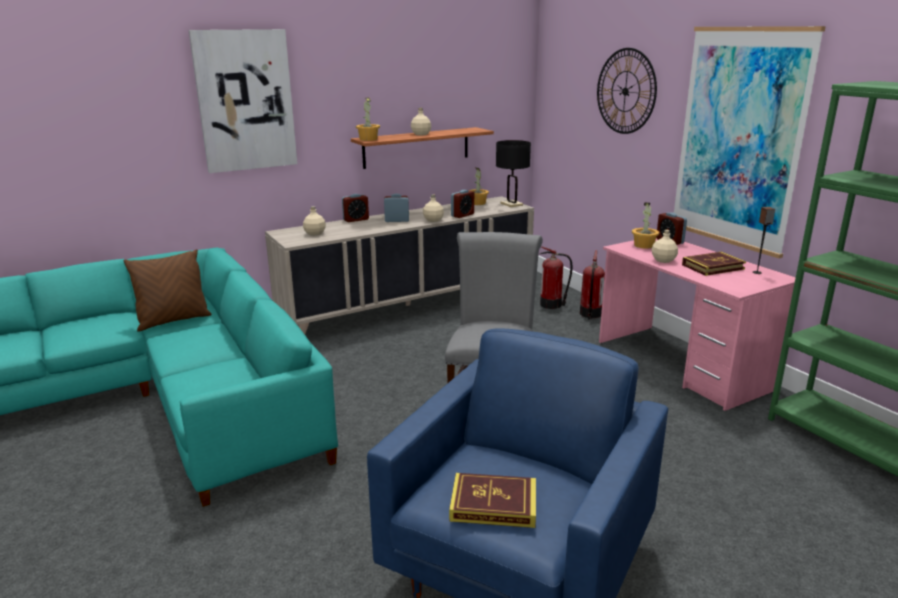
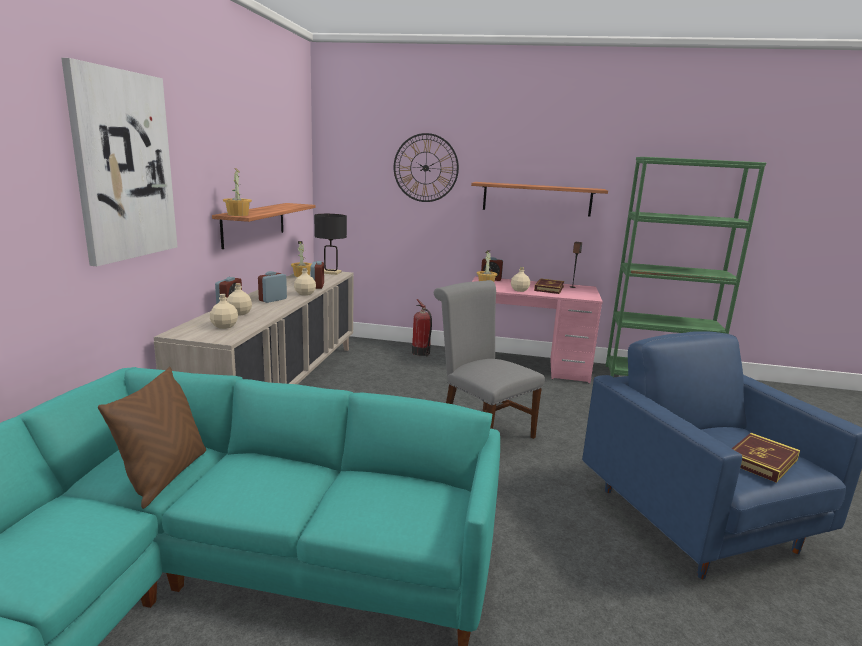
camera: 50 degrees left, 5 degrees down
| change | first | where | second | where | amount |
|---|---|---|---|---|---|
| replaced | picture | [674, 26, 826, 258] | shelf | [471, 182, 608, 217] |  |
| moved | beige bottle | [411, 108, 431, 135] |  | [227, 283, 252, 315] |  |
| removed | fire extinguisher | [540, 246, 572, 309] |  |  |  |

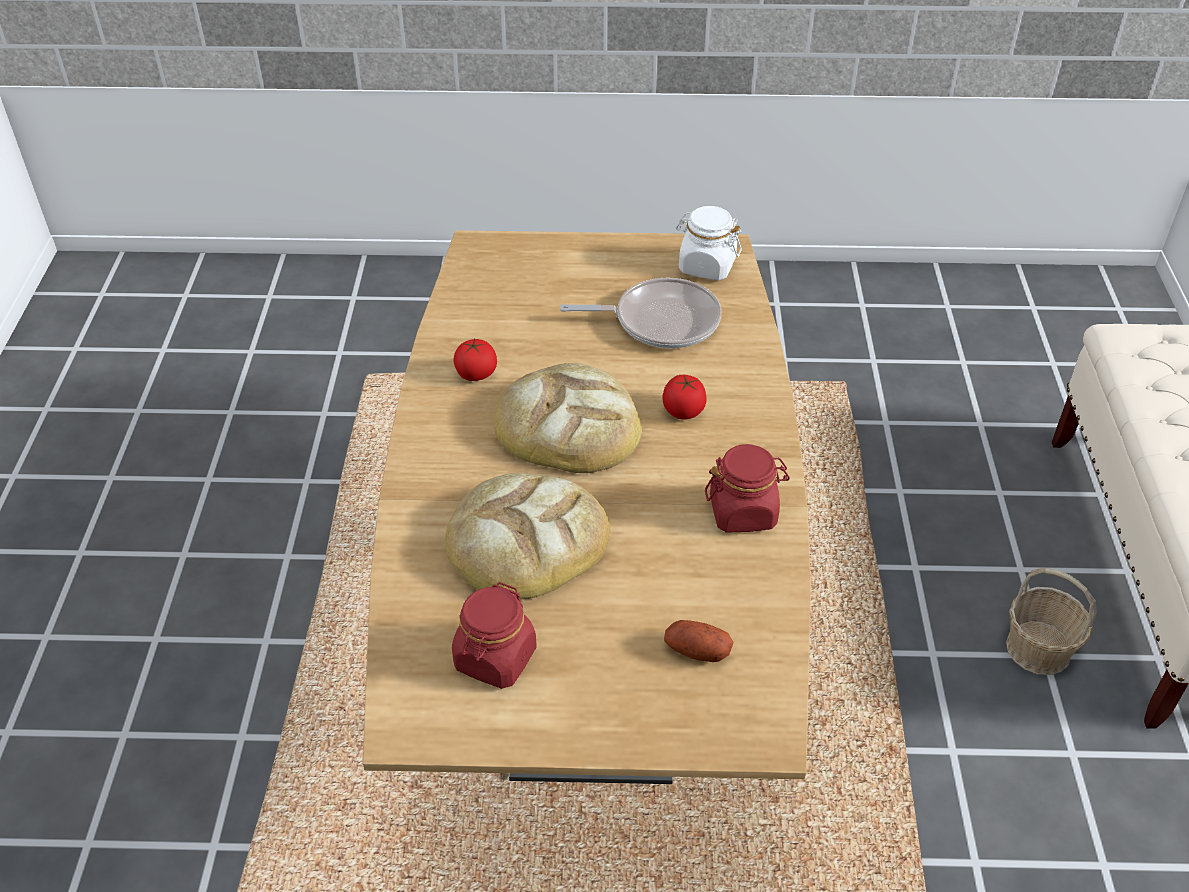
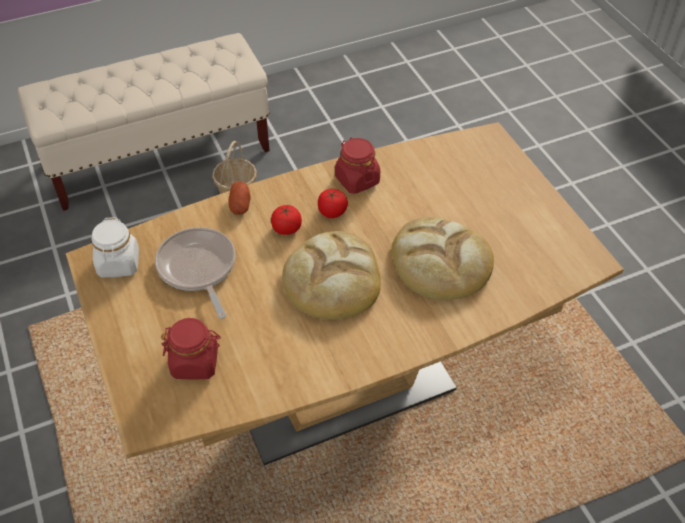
camera: 115 degrees left, 5 degrees up
| change | first | where | second | where | amount |
|---|---|---|---|---|---|
| moved | tomato | [454, 338, 497, 381] |  | [318, 189, 348, 218] |  |
| moved | red jar | [452, 582, 537, 689] |  | [161, 318, 221, 380] |  |
| moved | potato | [664, 620, 733, 662] |  | [228, 182, 251, 215] |  |

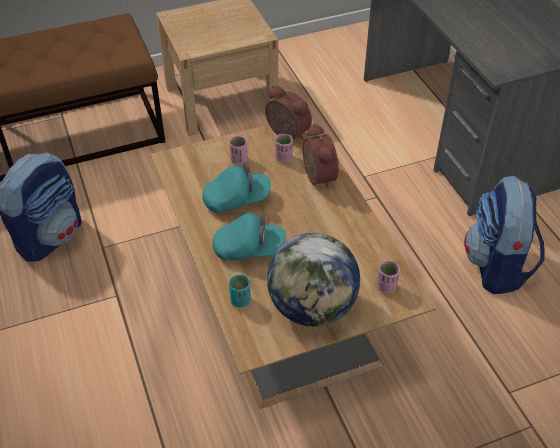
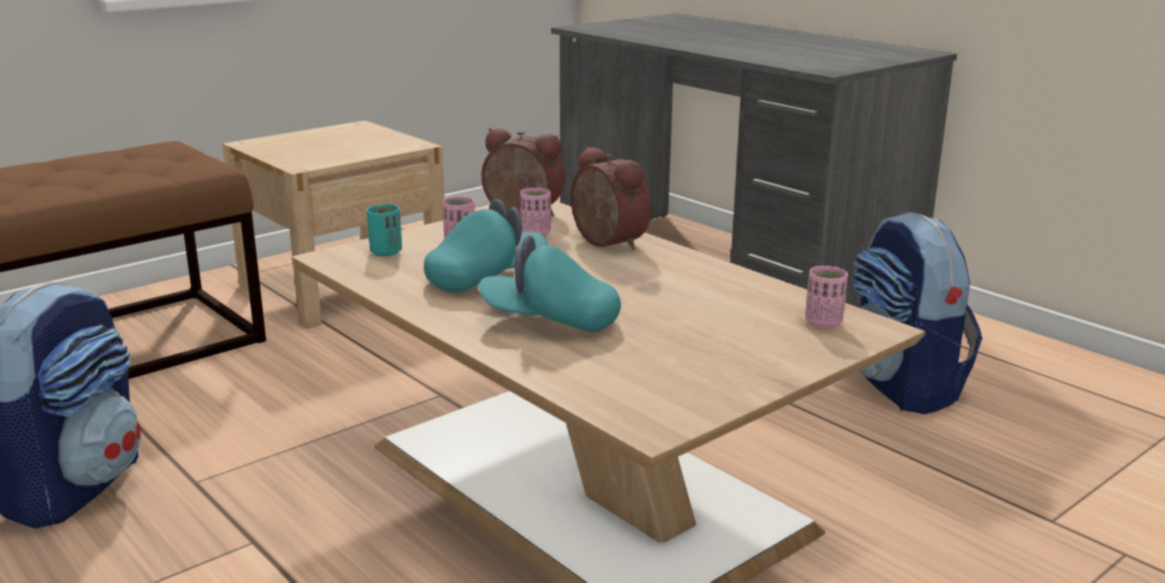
camera: 20 degrees left, 25 degrees down
| change | first | where | second | where | amount |
|---|---|---|---|---|---|
| turned | turquoise cap | [212, 211, 286, 261] |  | [479, 235, 621, 332] | 150 degrees counterclockwise |
| removed | globe | [267, 233, 360, 327] |  |  |  |
| moved | turquoise cup | [229, 274, 251, 308] |  | [367, 204, 402, 256] |  |

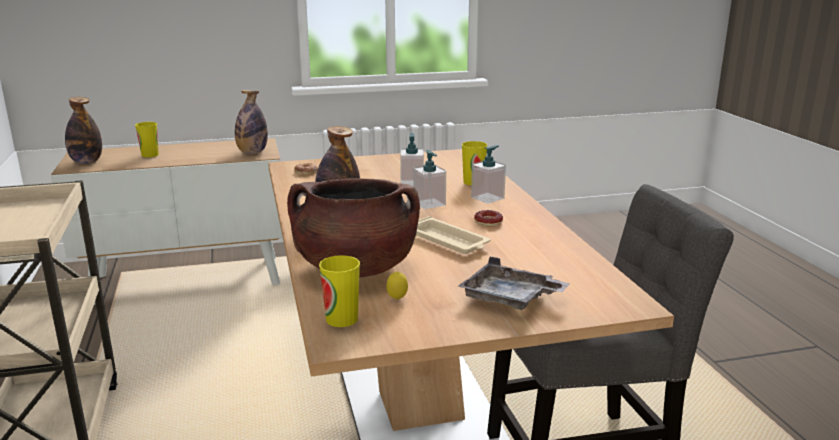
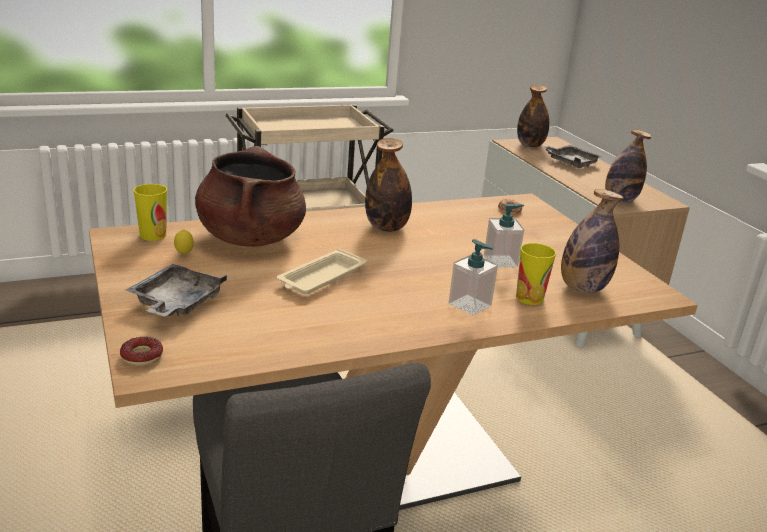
camera: 80 degrees right, 5 degrees up
| change | first | where | second | where | amount |
|---|---|---|---|---|---|
| replaced | cup | [135, 122, 159, 157] | grey tray | [541, 145, 602, 168] |  |
| removed | soap dispenser | [413, 150, 446, 209] |  |  |  |
| moved | donut | [474, 210, 503, 227] |  | [120, 337, 163, 366] |  |
| added |  |  | bottle | [561, 189, 624, 293] |  |

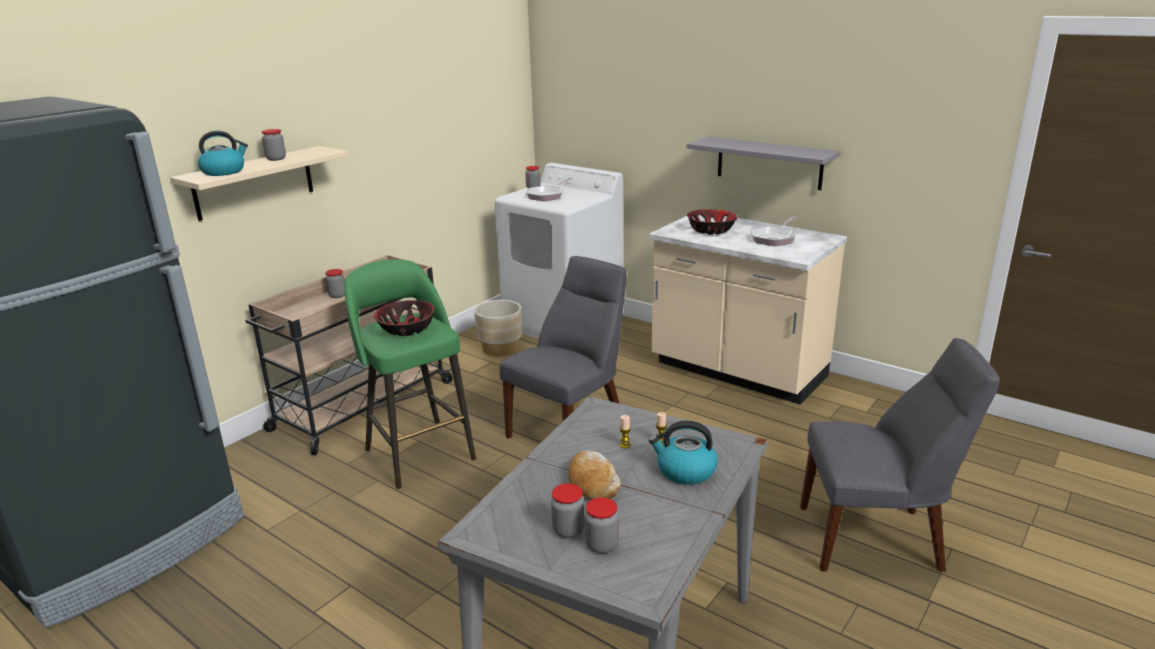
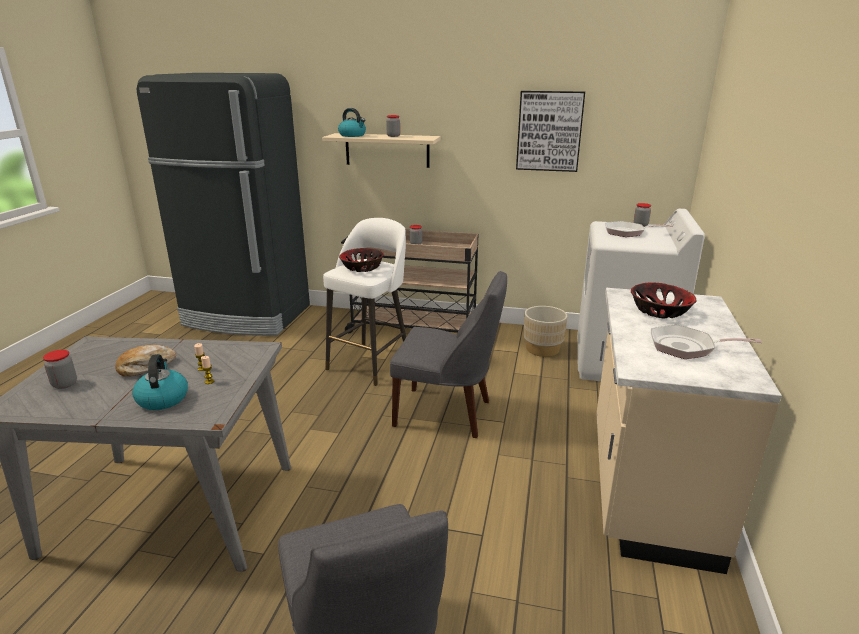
camera: 65 degrees right, 0 degrees up
| change | first | where | second | where | amount |
|---|---|---|---|---|---|
| removed | grey shelf | [687, 137, 841, 190] |  |  |  |
| recoloured | green stool | [344, 259, 476, 489] | white stool | [323, 218, 406, 386] |  |
| removed | jar | [551, 484, 585, 538] |  |  |  |
| added |  |  | picture | [516, 91, 585, 172] |  |

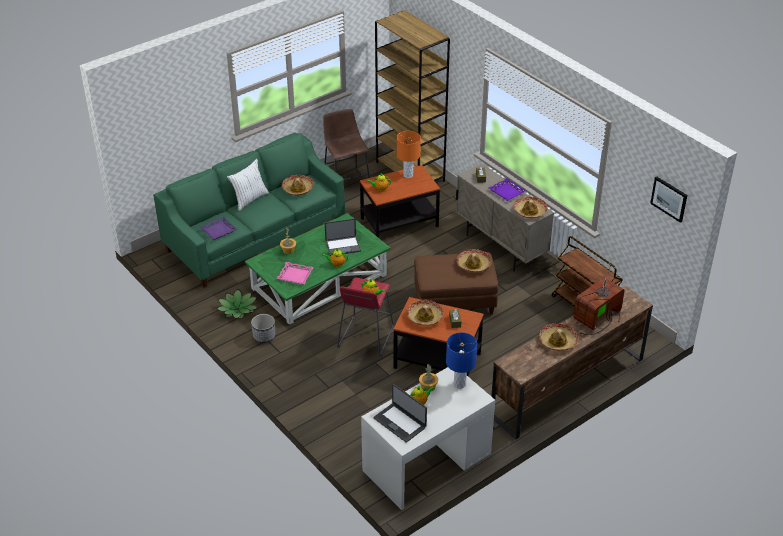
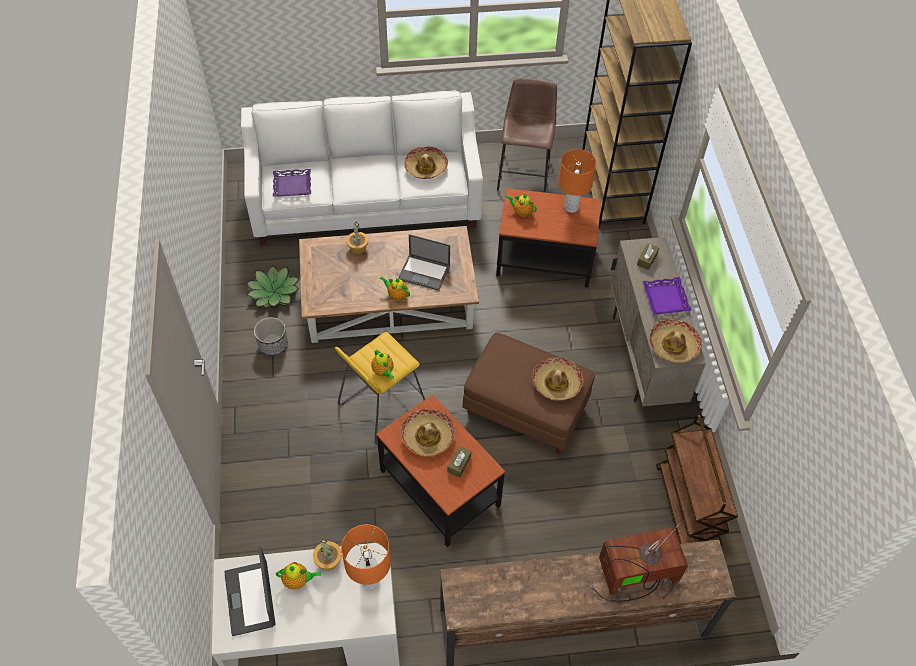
camera: 30 degrees right, 15 degrees up
| change | first | where | second | where | amount |
|---|---|---|---|---|---|
| recoloured | green sofa | [153, 133, 345, 288] | white sofa | [241, 91, 483, 245] |  |
| removed | white pillow | [227, 159, 269, 211] |  |  |  |
| removed | picture | [650, 176, 687, 223] |  |  |  |
| recoloured | green coffee table | [245, 213, 390, 325] | brown coffee table | [299, 226, 479, 343] |  |
| removed | pink tray | [276, 262, 314, 284] |  |  |  |
| recoloured | red stool | [337, 277, 393, 357] | yellow stool | [335, 332, 425, 445] |  |
| removed | hat | [539, 323, 578, 351] |  |  |  |
| recoloured | blue table lamp | [446, 332, 477, 389] | orange table lamp | [341, 524, 391, 589] |  |

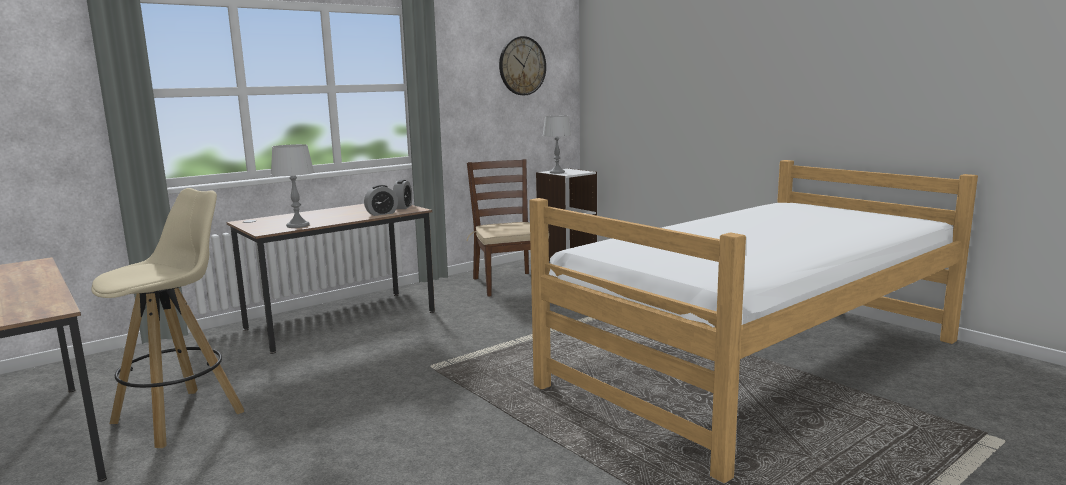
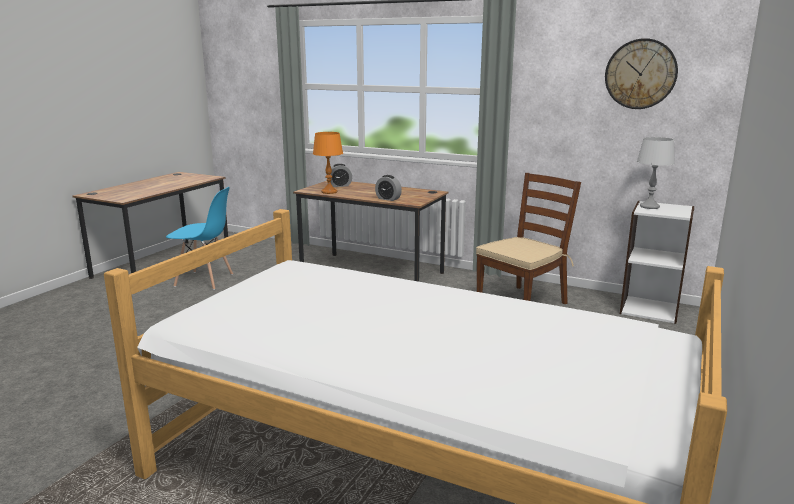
camera: 65 degrees right, 5 degrees up
| change | first | where | second | where | amount |
|---|---|---|---|---|---|
| recoloured | grey table lamp | [271, 144, 314, 228] | orange table lamp | [313, 132, 343, 194] |  |
| moved | alarm clock | [393, 180, 412, 209] |  | [330, 164, 352, 187] |  |
| replaced | beige stool | [91, 188, 244, 448] | blue chair | [166, 187, 233, 290] |  |

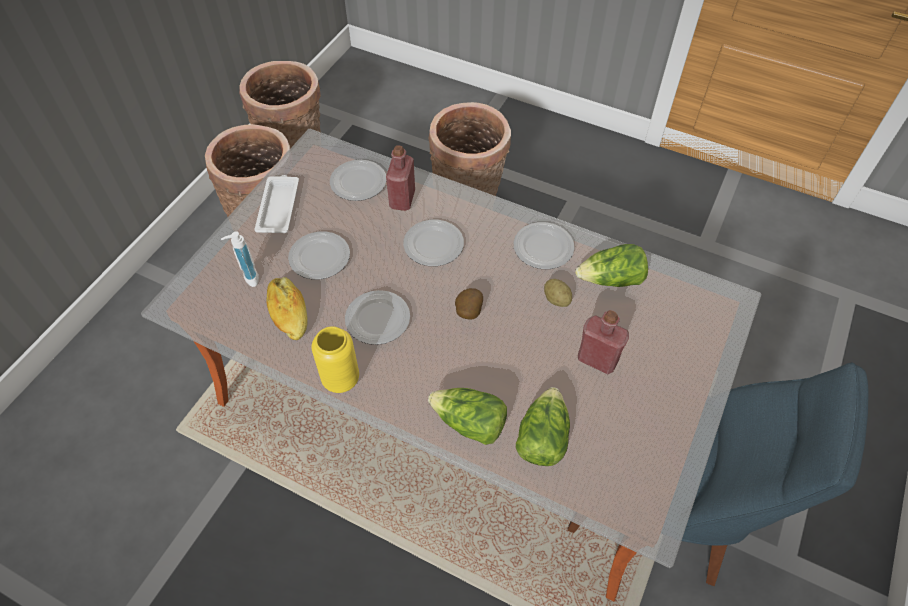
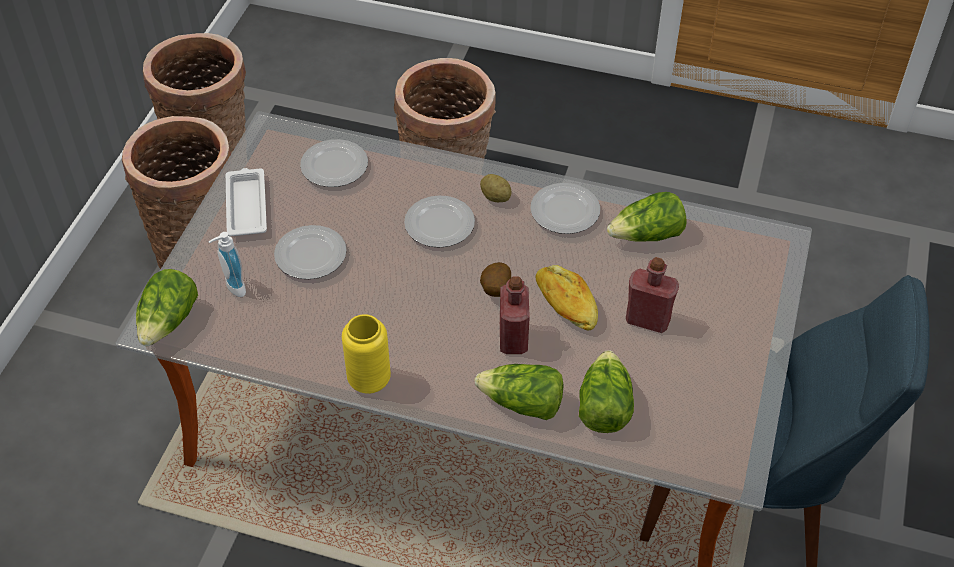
camera: 10 degrees left, 5 degrees down
| change | first | where | second | where | amount |
|---|---|---|---|---|---|
| moved | red bottle | [386, 145, 415, 211] |  | [500, 276, 530, 354] |  |
| moved | bread | [266, 277, 308, 340] |  | [536, 265, 598, 330] |  |
| moved | potato | [544, 279, 572, 307] |  | [480, 174, 512, 202] |  |
| removed | plate | [345, 290, 410, 345] |  |  |  |
| added |  |  | lettuce | [136, 269, 198, 346] |  |

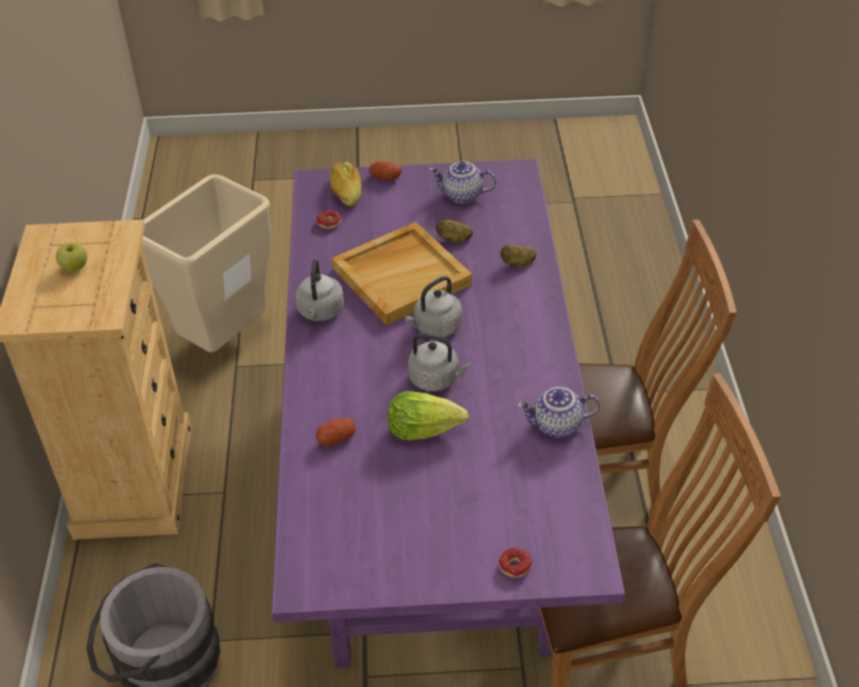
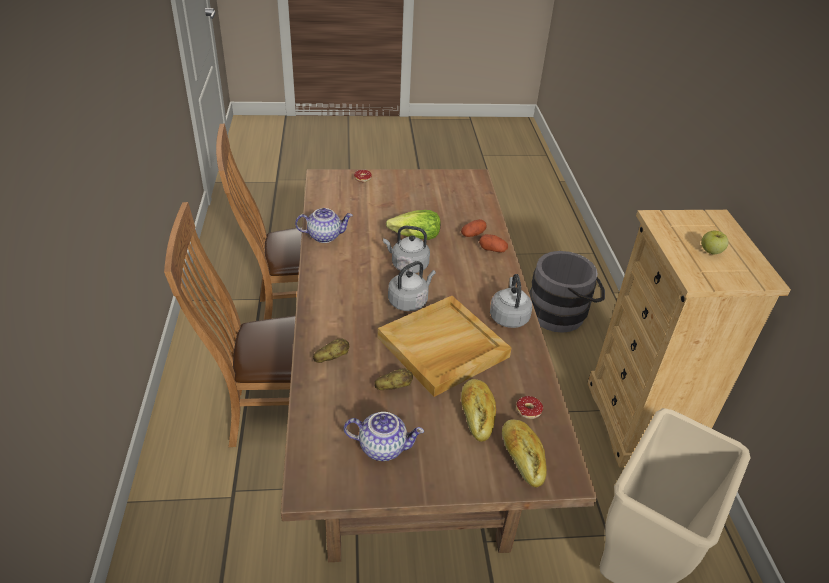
camera: 175 degrees right, 5 degrees down
| change | first | where | second | where | amount |
|---|---|---|---|---|---|
| recoloured | purple dining table | [272, 159, 625, 668] | brown dining table | [281, 169, 597, 562] |  |
| moved | potato | [369, 161, 402, 180] |  | [479, 234, 508, 252] |  |
| added |  |  | bread | [461, 379, 496, 442] |  |

